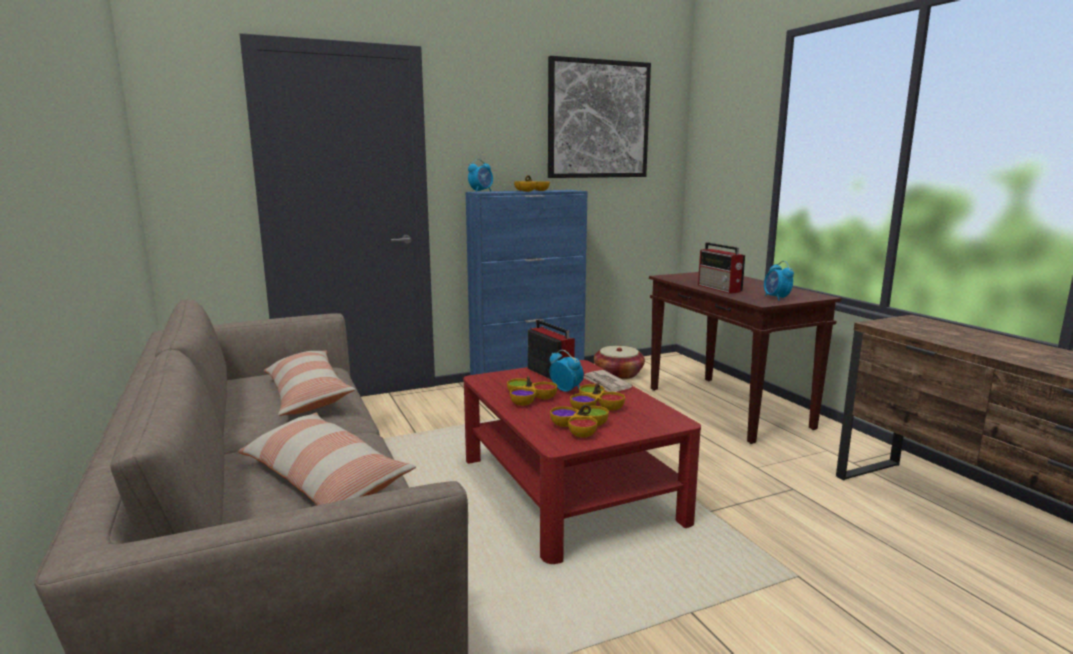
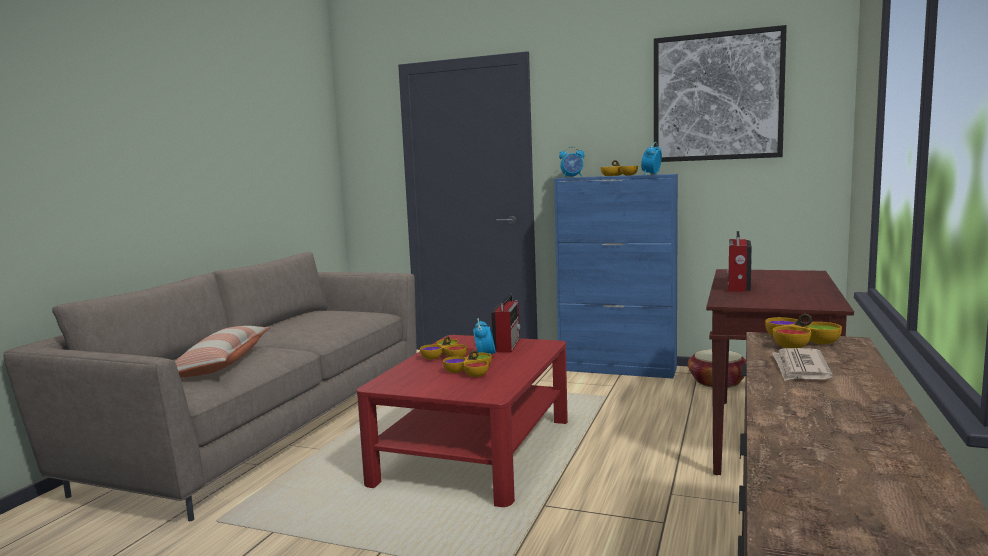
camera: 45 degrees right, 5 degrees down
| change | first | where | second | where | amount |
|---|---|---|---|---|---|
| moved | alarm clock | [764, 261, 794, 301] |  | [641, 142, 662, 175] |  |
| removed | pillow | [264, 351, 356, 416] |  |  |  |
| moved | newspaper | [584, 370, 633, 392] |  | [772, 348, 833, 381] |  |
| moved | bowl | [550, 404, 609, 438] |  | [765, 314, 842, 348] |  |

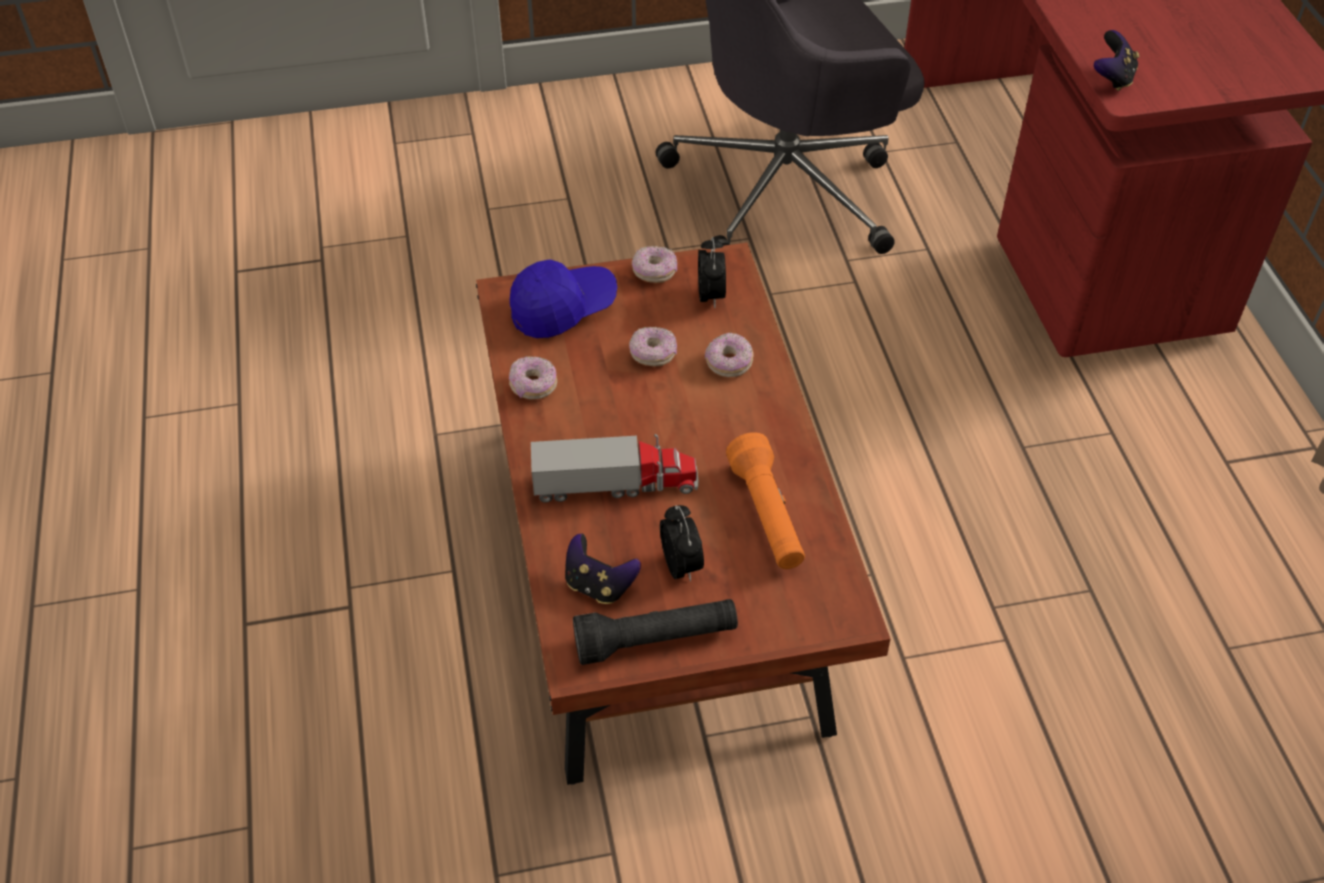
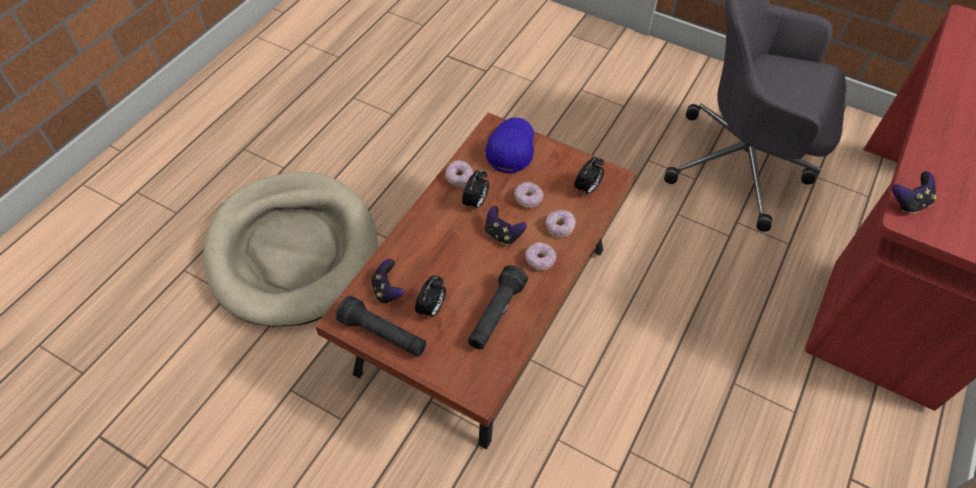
camera: 40 degrees right, 5 degrees up
| change | first | where | second | where | amount |
|---|---|---|---|---|---|
| moved | donut | [632, 246, 677, 283] |  | [525, 242, 556, 271] |  |
| turned | blue cap | [510, 259, 617, 338] |  | [485, 117, 534, 174] | 90 degrees counterclockwise |
| recoloured | orange flashlight | [726, 433, 805, 569] | black flashlight | [468, 265, 528, 350] |  |
| removed | toy truck | [531, 434, 699, 503] |  |  |  |
| added |  |  | alarm clock | [462, 170, 489, 210] |  |
| added |  |  | beige dog bed | [203, 172, 378, 327] |  |
| added |  |  | game controller | [485, 206, 527, 245] |  |

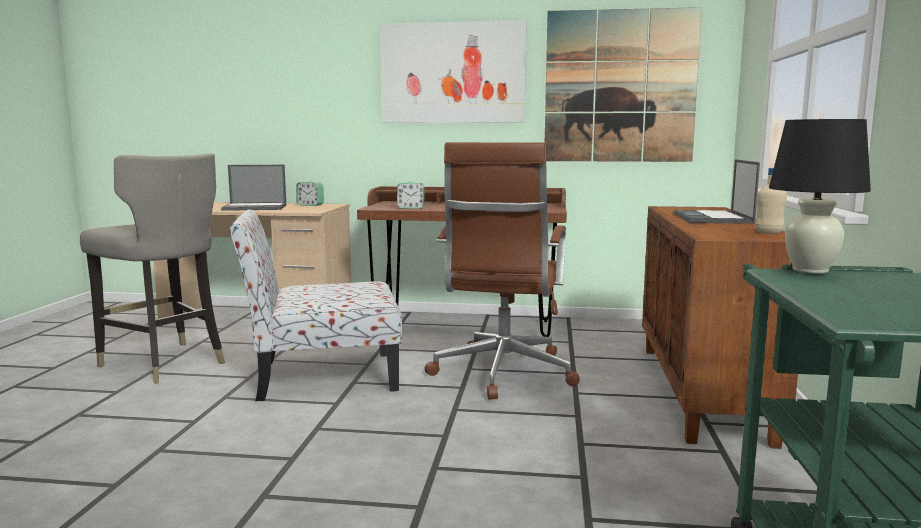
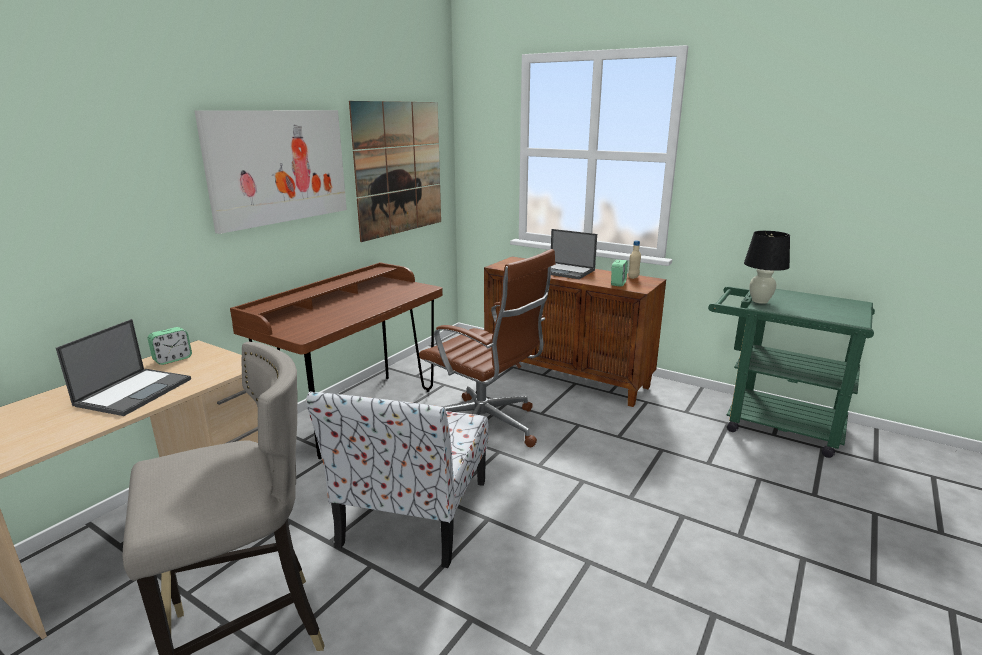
camera: 65 degrees left, 10 degrees up
| change | first | where | second | where | amount |
|---|---|---|---|---|---|
| moved | alarm clock | [397, 182, 425, 209] |  | [611, 260, 628, 287] |  |

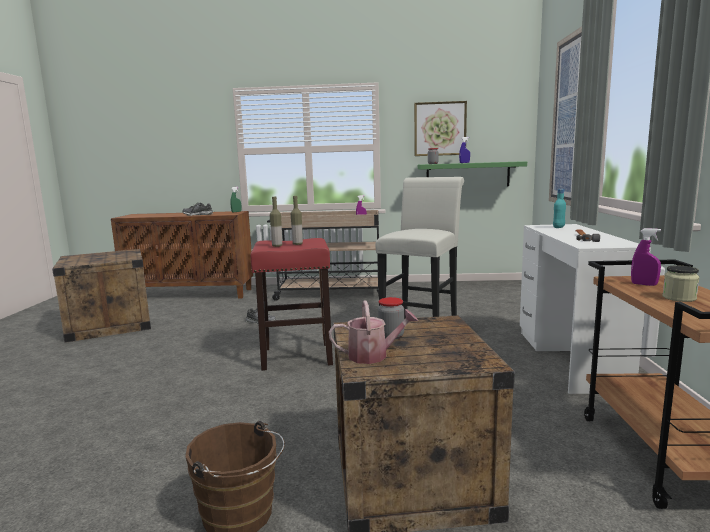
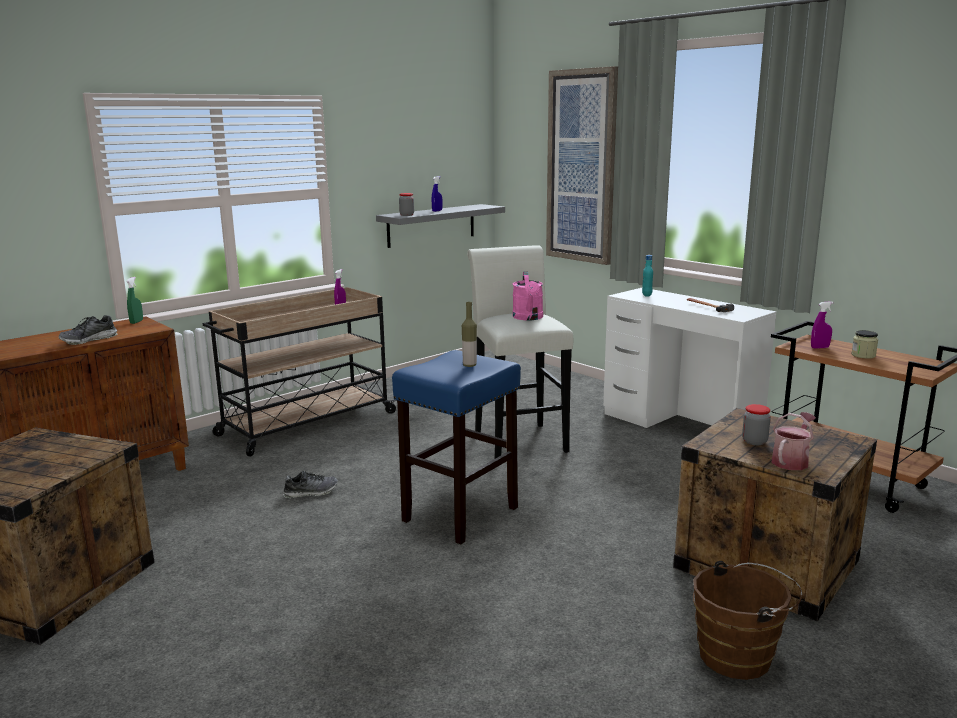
camera: 45 degrees left, 5 degrees up
| change | first | where | second | where | amount |
|---|---|---|---|---|---|
| removed | picture | [414, 101, 467, 156] |  |  |  |
| recoloured | green shelf | [418, 162, 527, 186] | grey shelf | [376, 204, 505, 248] |  |
| removed | bottle | [270, 197, 282, 247] |  |  |  |
| recoloured | red stool | [250, 238, 333, 371] | blue stool | [392, 350, 521, 545] |  |
| added |  |  | pink watering can | [513, 271, 543, 320] |  |

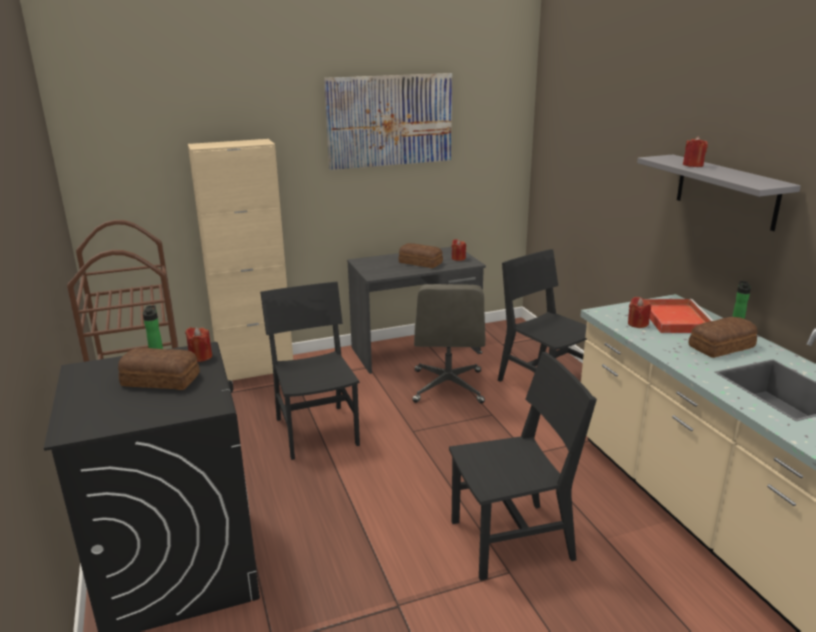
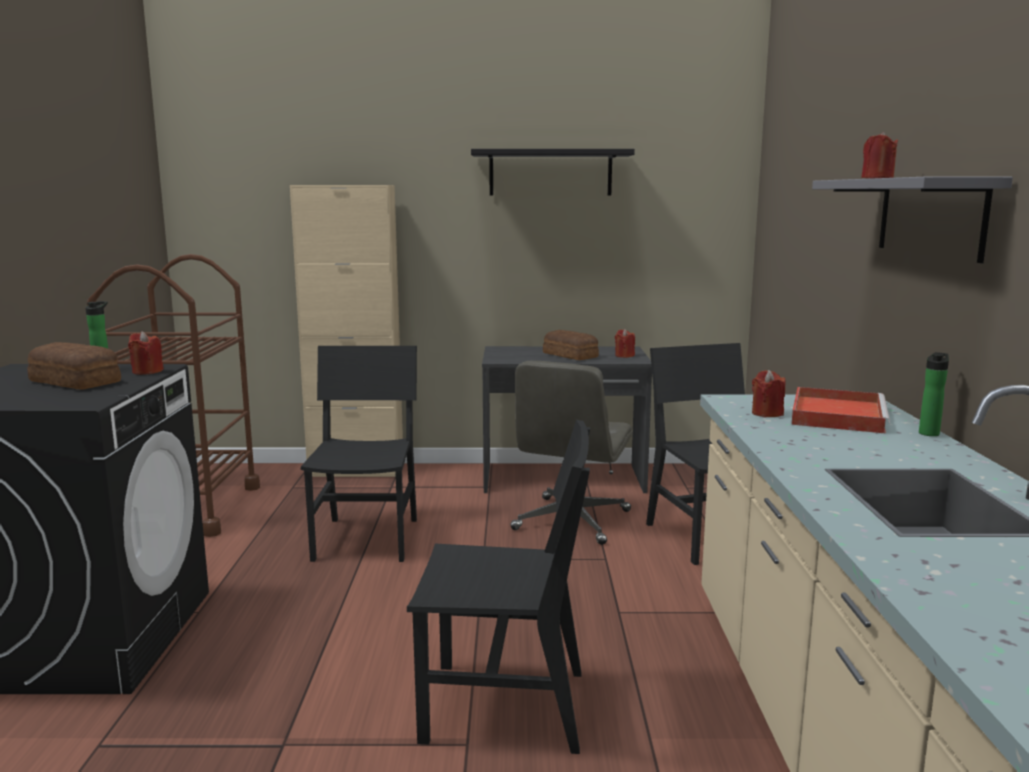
camera: 20 degrees right, 10 degrees down
| change | first | where | second | where | amount |
|---|---|---|---|---|---|
| replaced | picture | [324, 73, 452, 170] | black shelf | [471, 149, 635, 195] |  |
| removed | bread | [688, 317, 757, 358] |  |  |  |

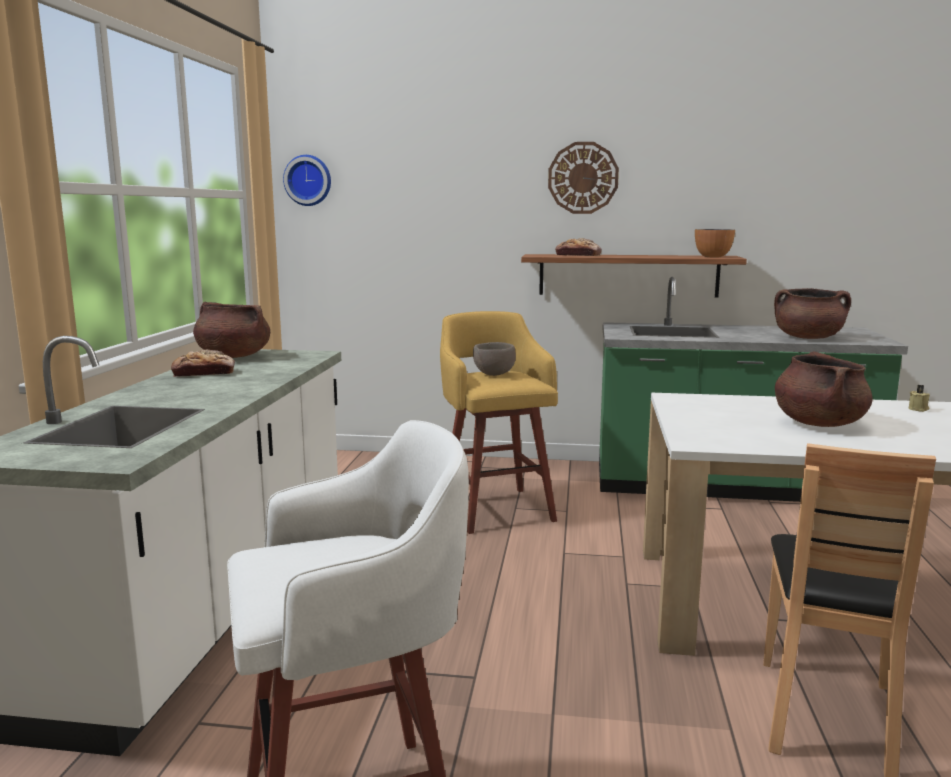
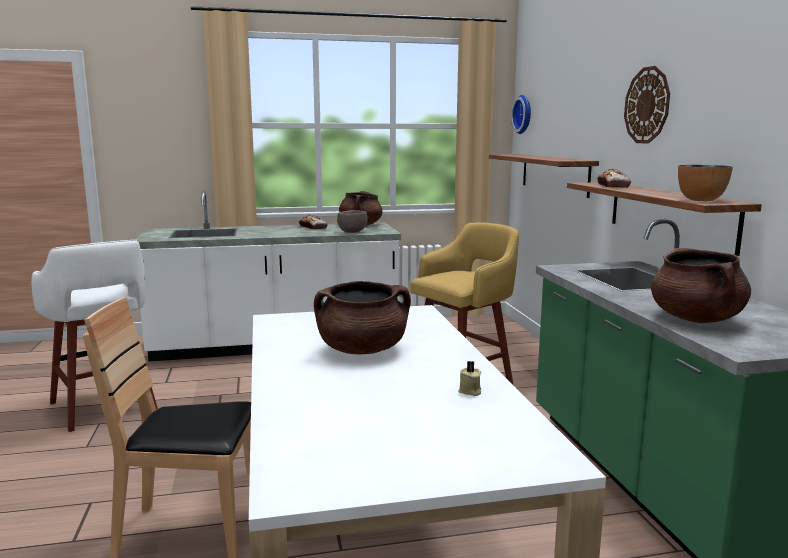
camera: 70 degrees right, 0 degrees up
| change | first | where | second | where | amount |
|---|---|---|---|---|---|
| moved | brown bowl | [473, 342, 516, 376] |  | [337, 210, 368, 233] |  |
| added |  |  | shelf | [489, 154, 599, 198] |  |

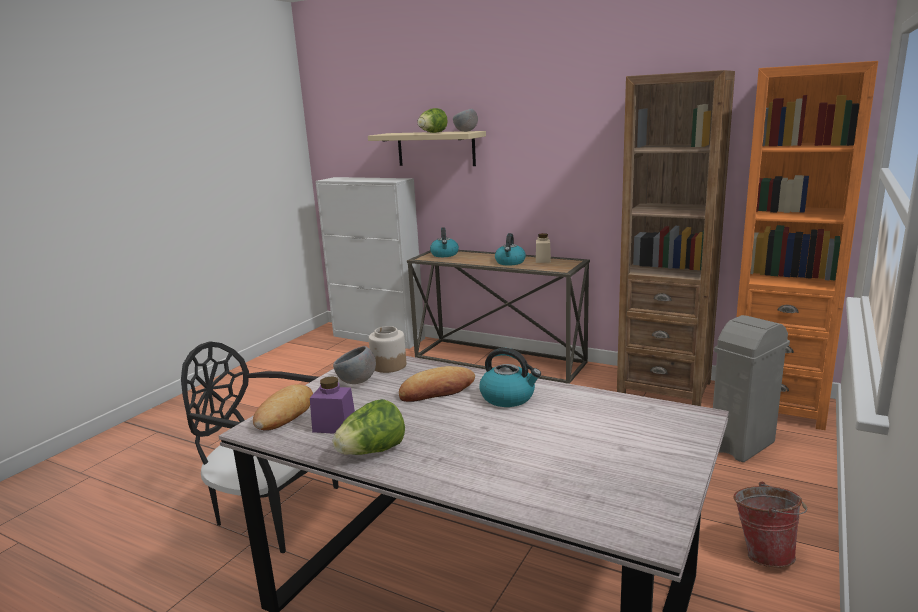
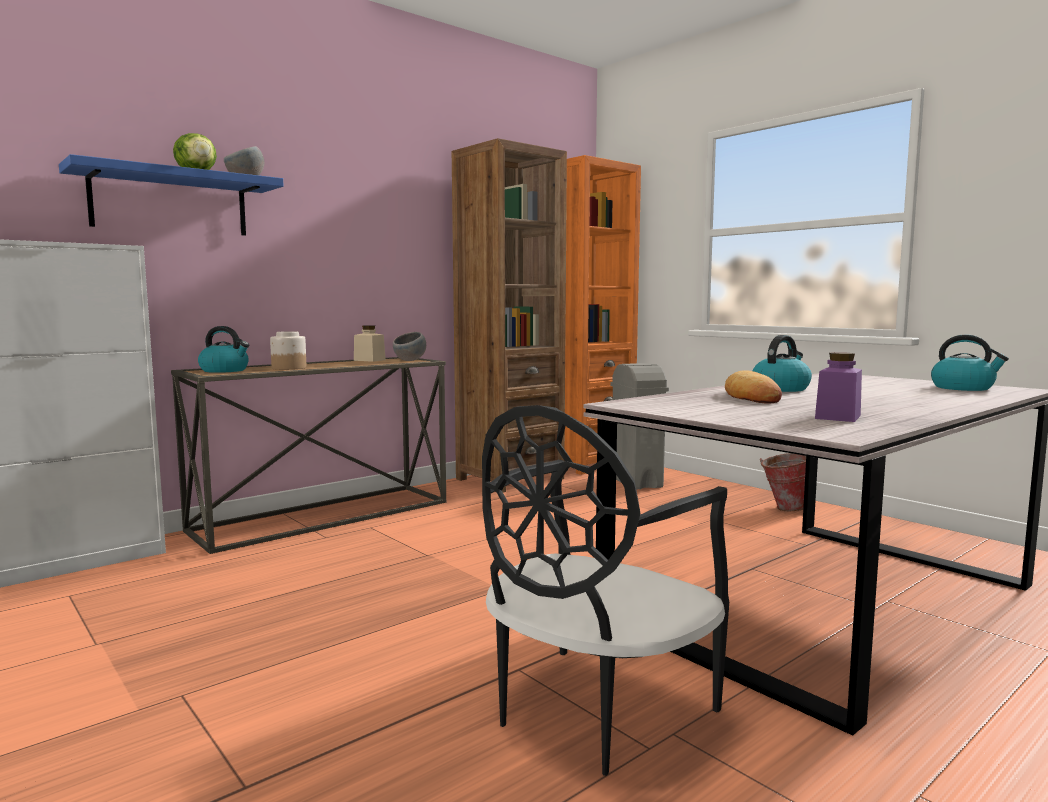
camera: 70 degrees left, 10 degrees down
| change | first | where | second | where | amount |
|---|---|---|---|---|---|
| recoloured | beige shelf | [368, 131, 486, 166] | blue shelf | [59, 154, 284, 236] |  |
| moved | kettle | [495, 233, 526, 266] |  | [931, 334, 1009, 391] |  |
| moved | jar | [369, 326, 406, 373] |  | [270, 331, 307, 370] |  |
| moved | grey bowl | [333, 346, 376, 384] |  | [393, 332, 426, 361] |  |
| removed | bread | [253, 384, 313, 431] |  |  |  |
| removed | lettuce | [333, 399, 405, 455] |  |  |  |

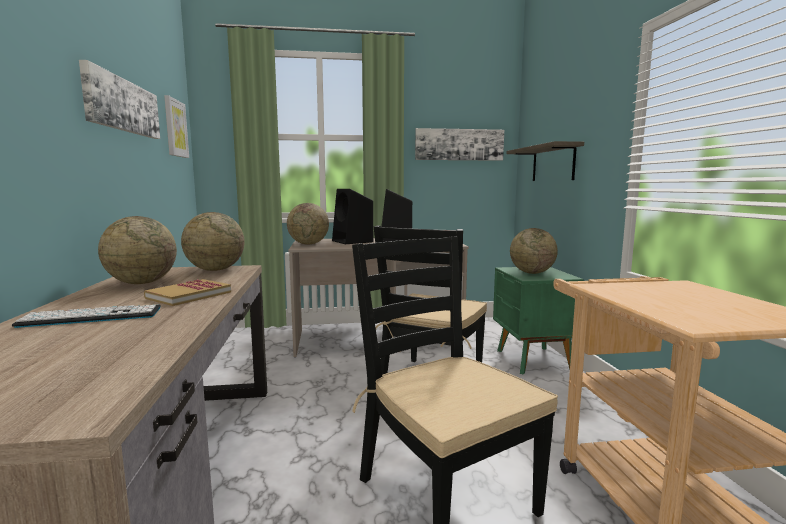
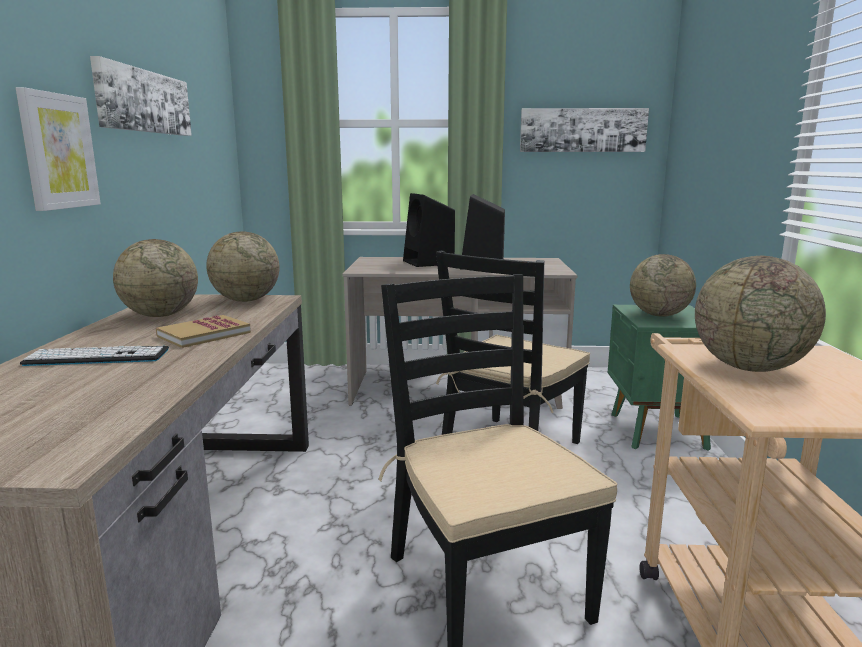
camera: 10 degrees right, 5 degrees up
| change | first | where | second | where | amount |
|---|---|---|---|---|---|
| moved | picture | [164, 95, 189, 158] |  | [16, 87, 101, 211] |  |
| removed | shelf | [506, 141, 584, 181] |  |  |  |
| moved | globe | [287, 203, 329, 244] |  | [695, 256, 826, 372] |  |

